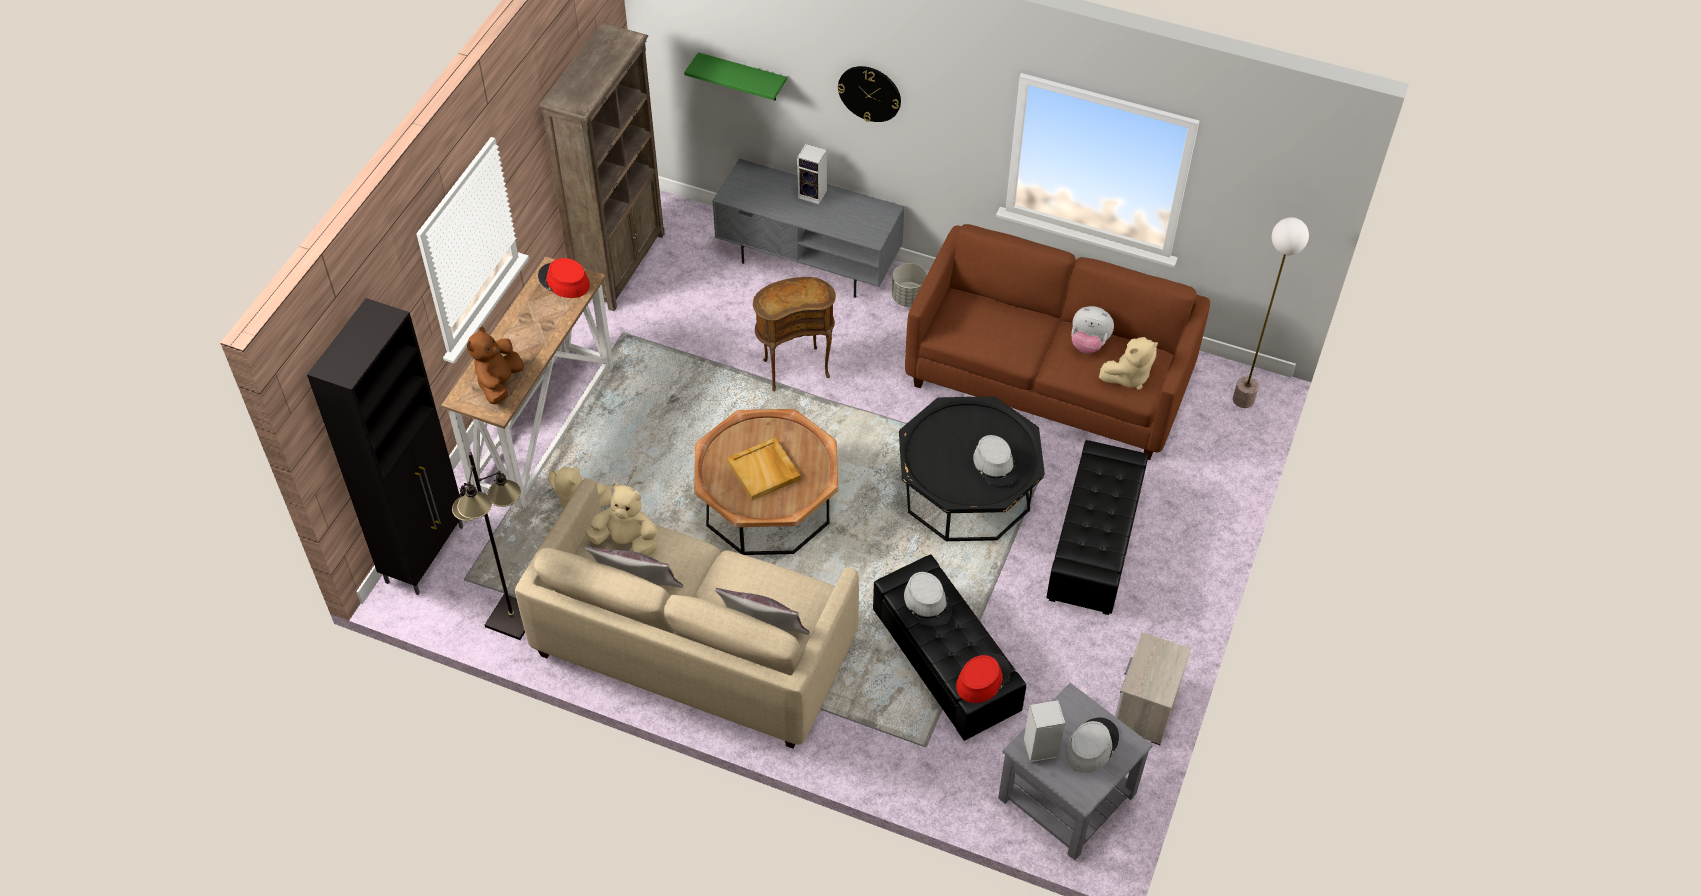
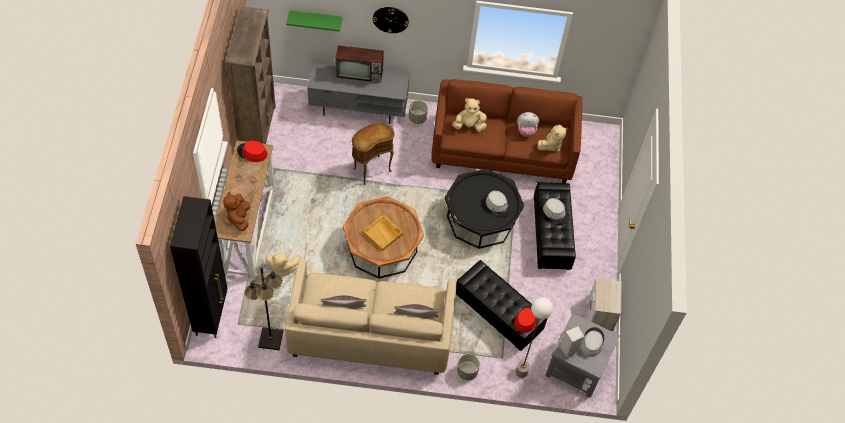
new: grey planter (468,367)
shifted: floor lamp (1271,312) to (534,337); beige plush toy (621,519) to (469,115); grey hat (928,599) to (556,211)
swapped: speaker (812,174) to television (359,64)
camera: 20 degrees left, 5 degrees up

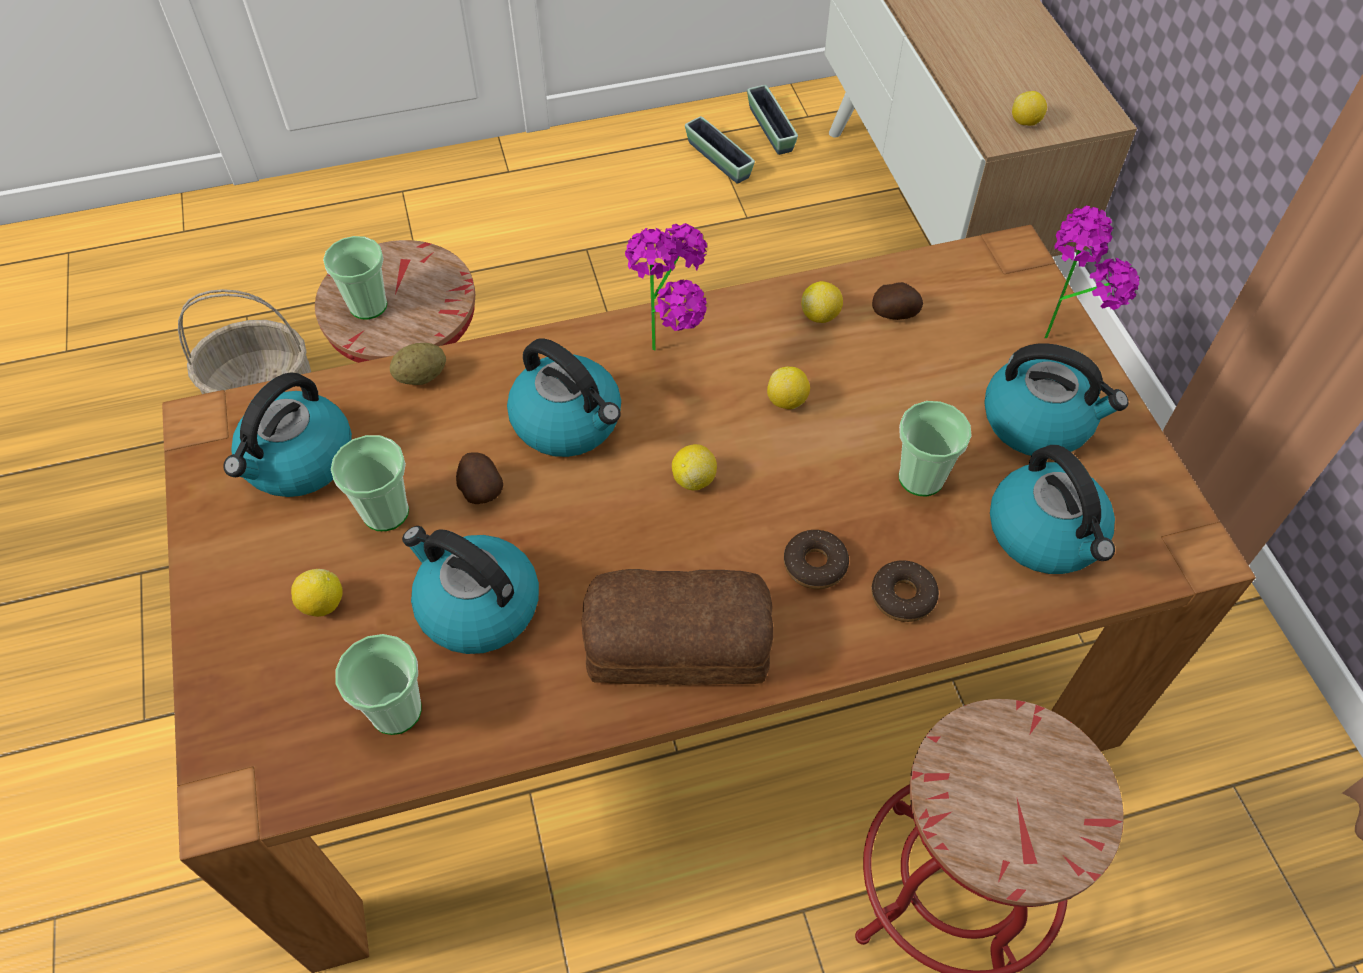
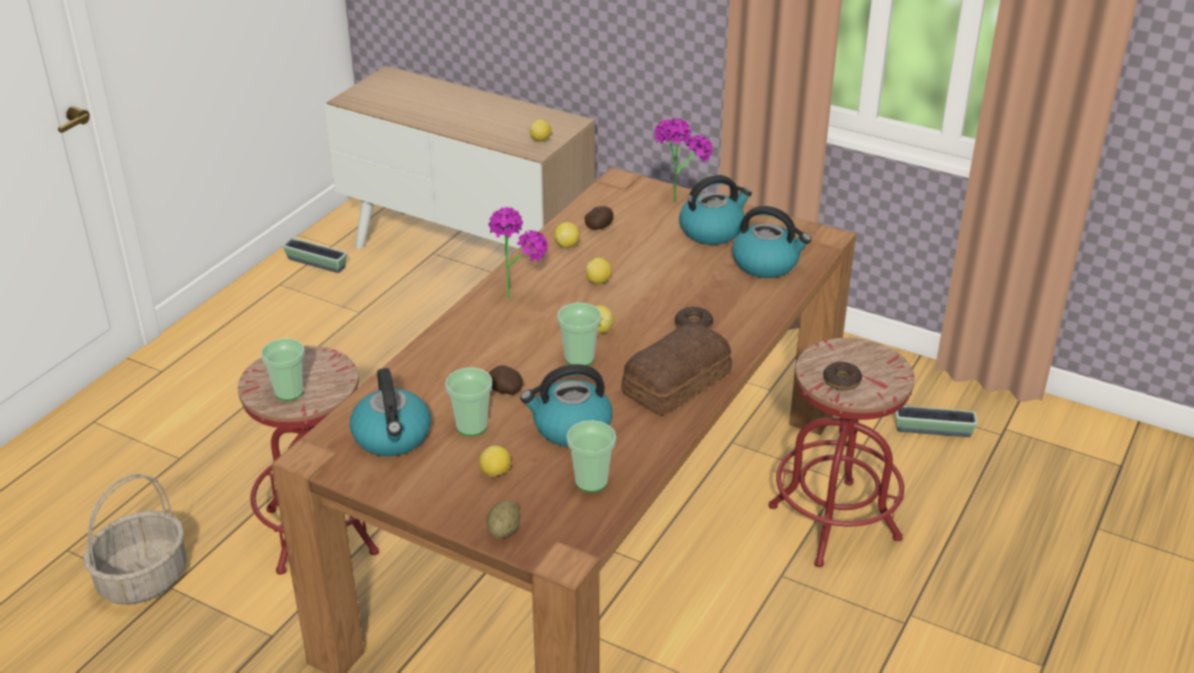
gone: kettle (564,397)
shifted: planter (720,150) to (936,421); potato (418,364) to (503,519); cup (935,448) to (579,334); donut (905,591) to (842,376)
camera: 45 degrees left, 20 degrees down

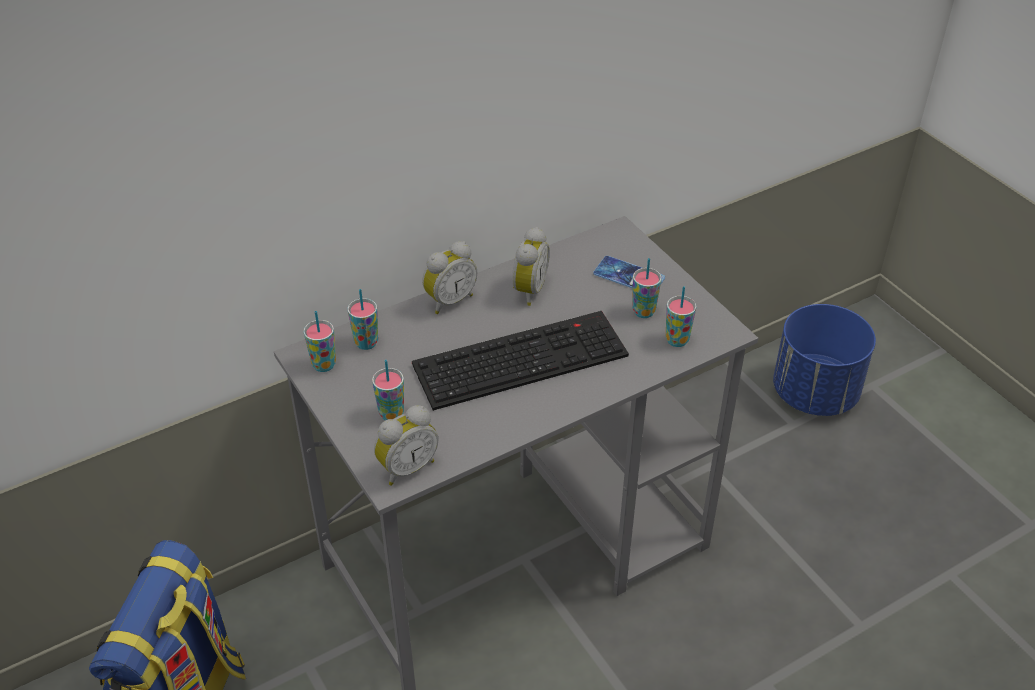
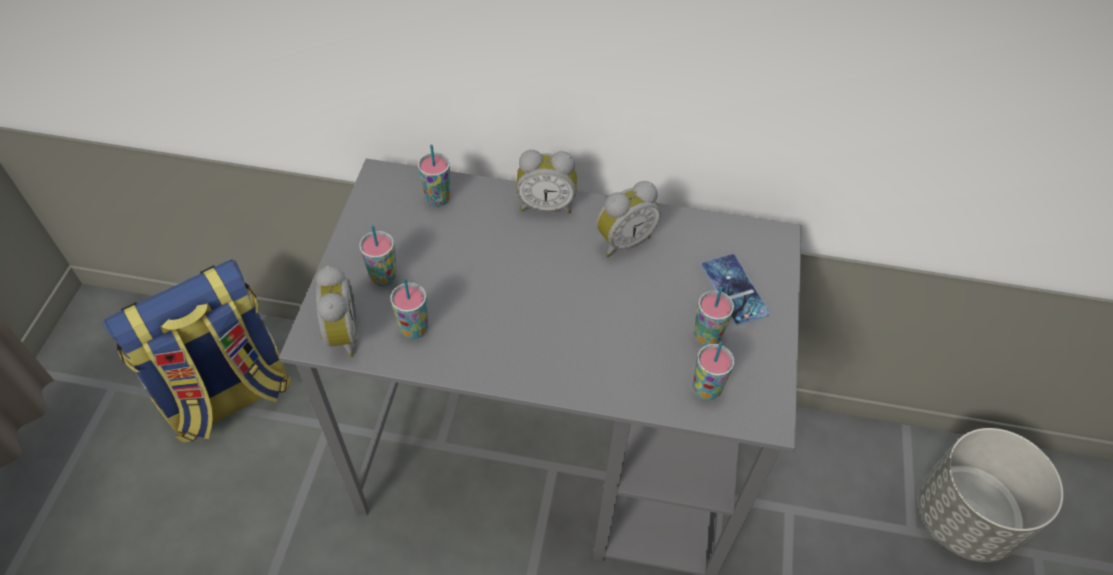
gone: keyboard (520,361)
shifted: cup (319,341) to (409,308)
repainted: blue planter (824,360) to grey planter (991,495)
rotated: alarm clock (406,445) = (337,311) 105 degrees counterclockwise
camera: 40 degrees right, 10 degrees up

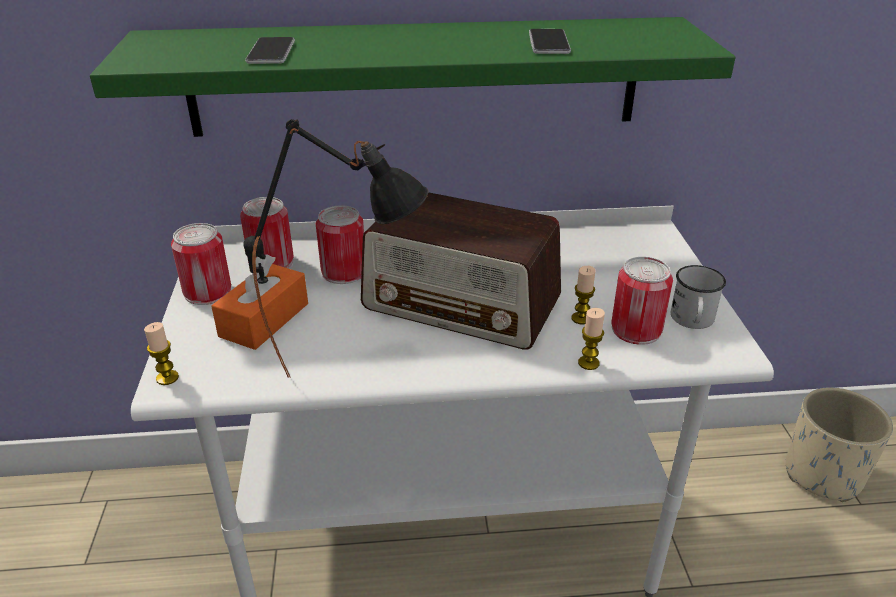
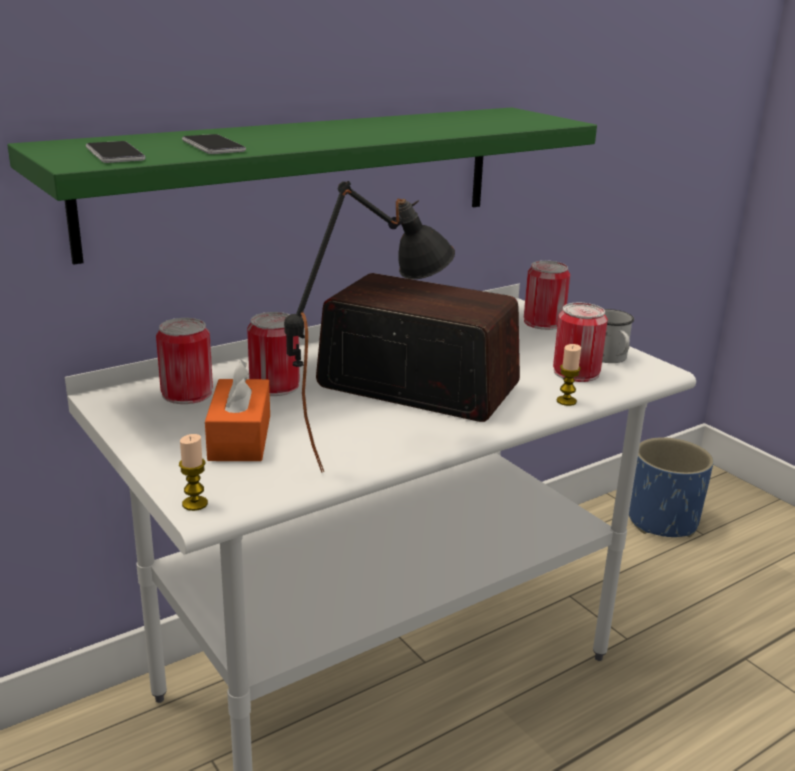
gone: candle (584,295)
shifted: phone (550,41) to (116,152); can (201,264) to (547,295)
repainted: beige planter (839,444) to blue planter (671,487)
rotated: radio (461,271) = (418,347) 150 degrees counterclockwise
camera: 30 degrees left, 10 degrees down

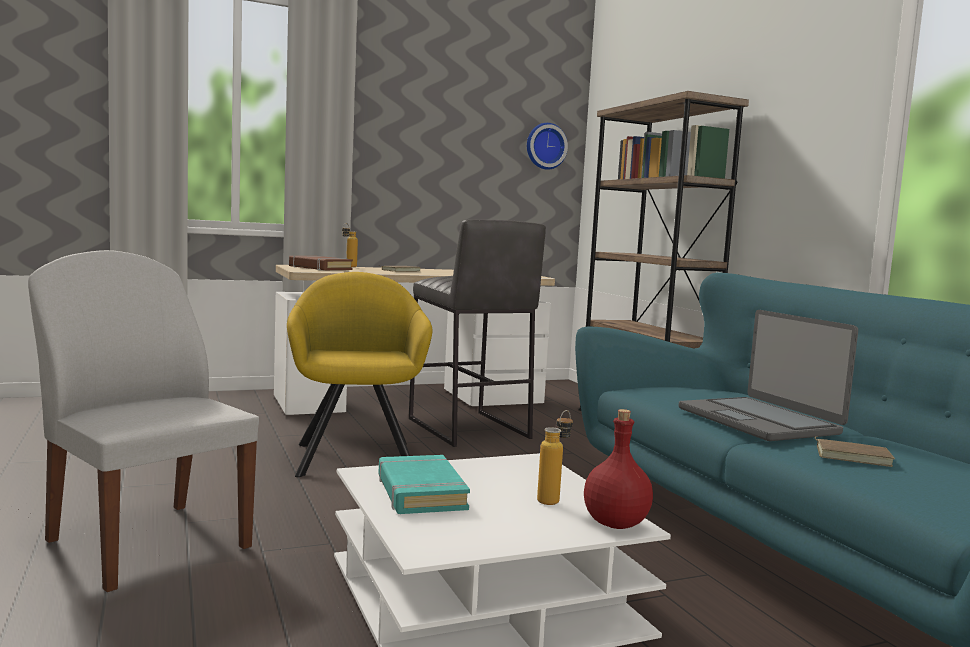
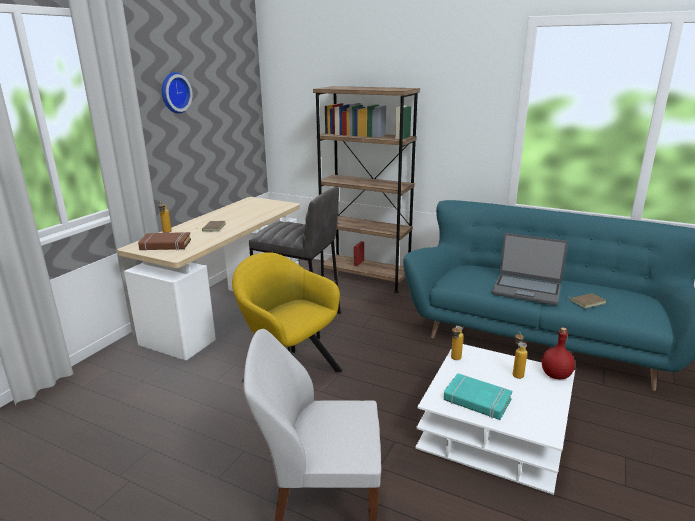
new: bottle (457,342)
shifted: wall clock (547,146) to (177,92)
camera: 40 degrees left, 15 degrees up

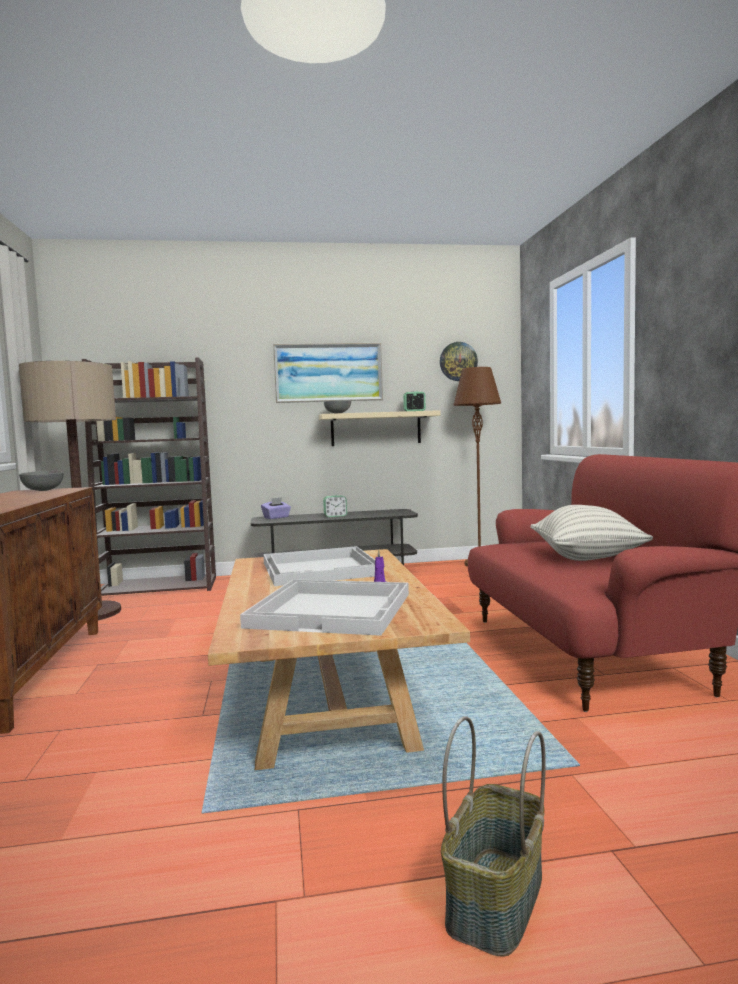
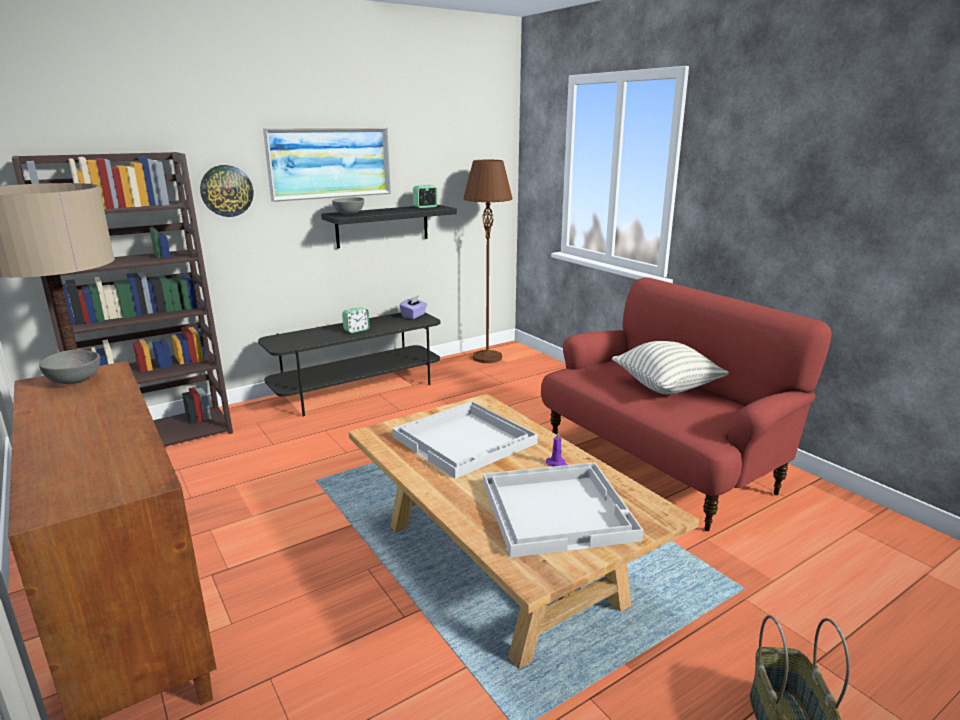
shifted: wall clock (459,361) to (227,191); purple tissue box (276,508) to (413,307)
repainted: beige shelf (380,428) to black shelf (389,227)
camera: 25 degrees left, 15 degrees up

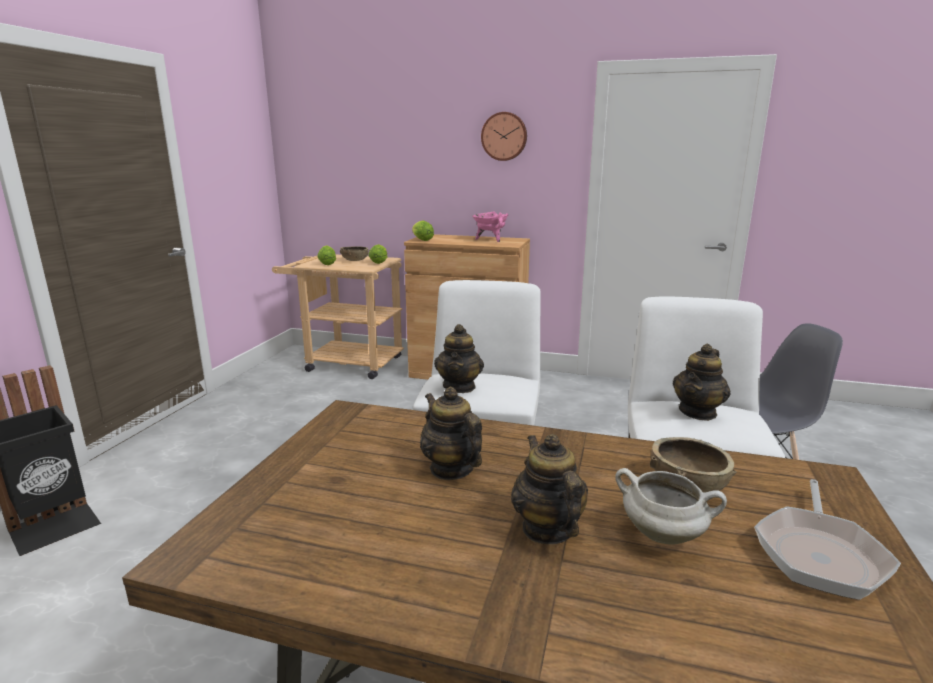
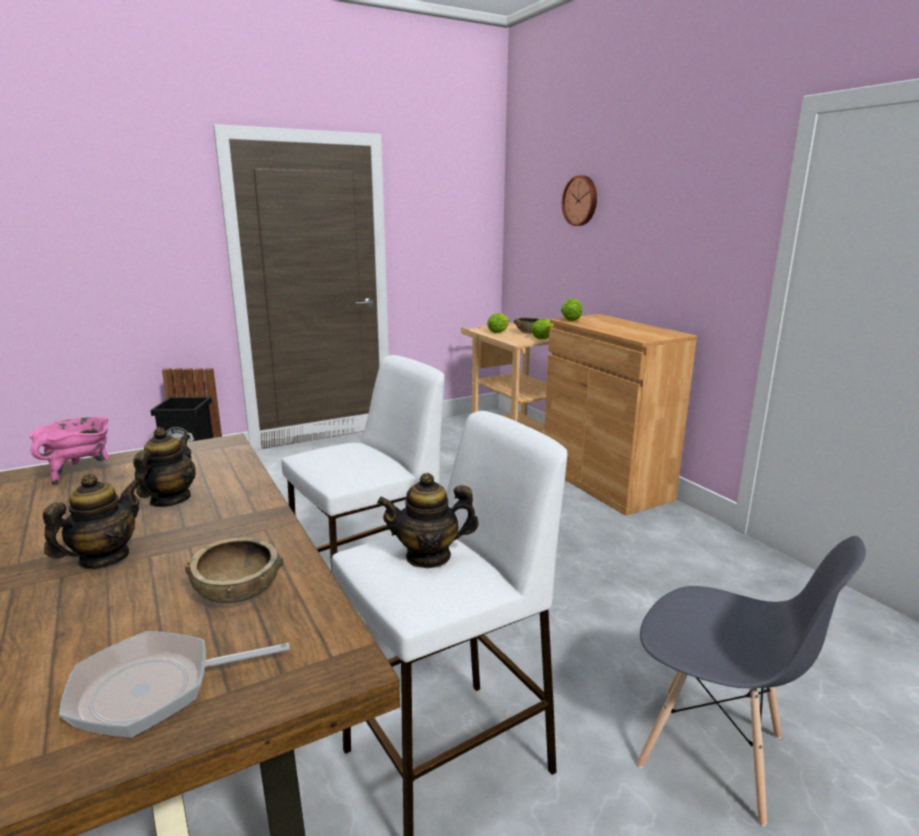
gone: teapot (459,358); white cooking pot (671,506)
shifted: wall clock (504,136) to (579,200); pink cooking pot (490,226) to (69,451)
camera: 45 degrees right, 0 degrees up

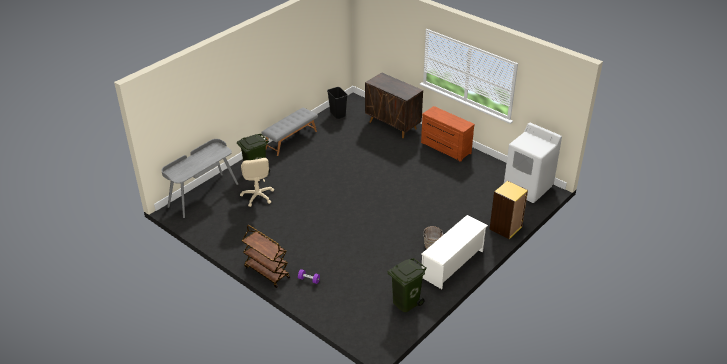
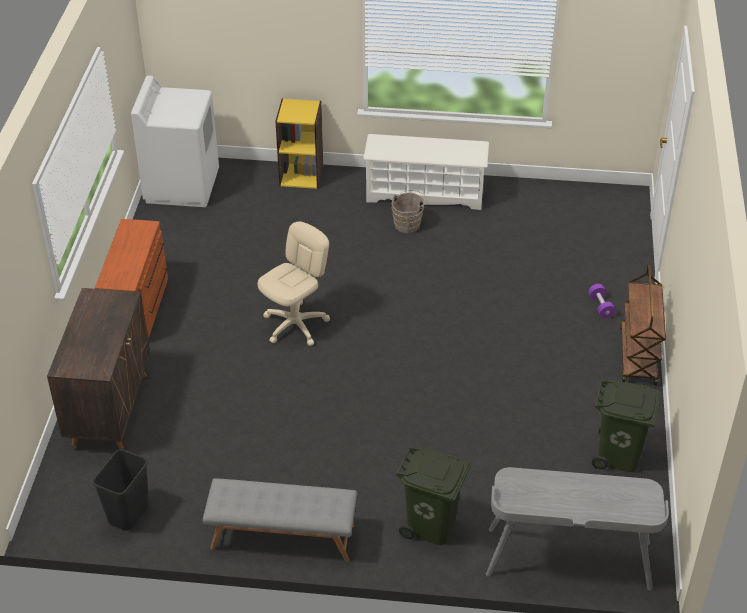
shifted: beige office chair (257,182) to (294,283); green trash can (407,285) to (626,426)
camera: 125 degrees left, 5 degrees up

